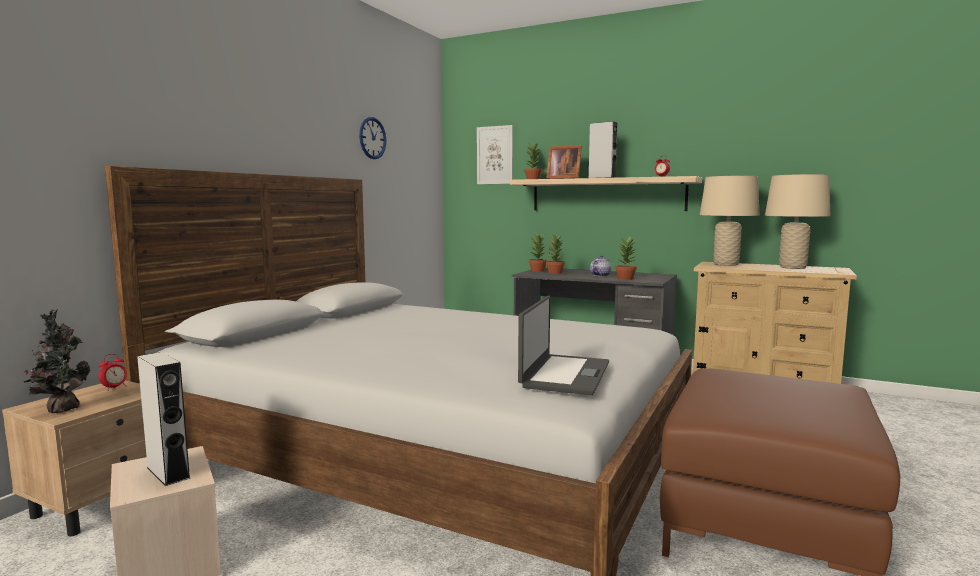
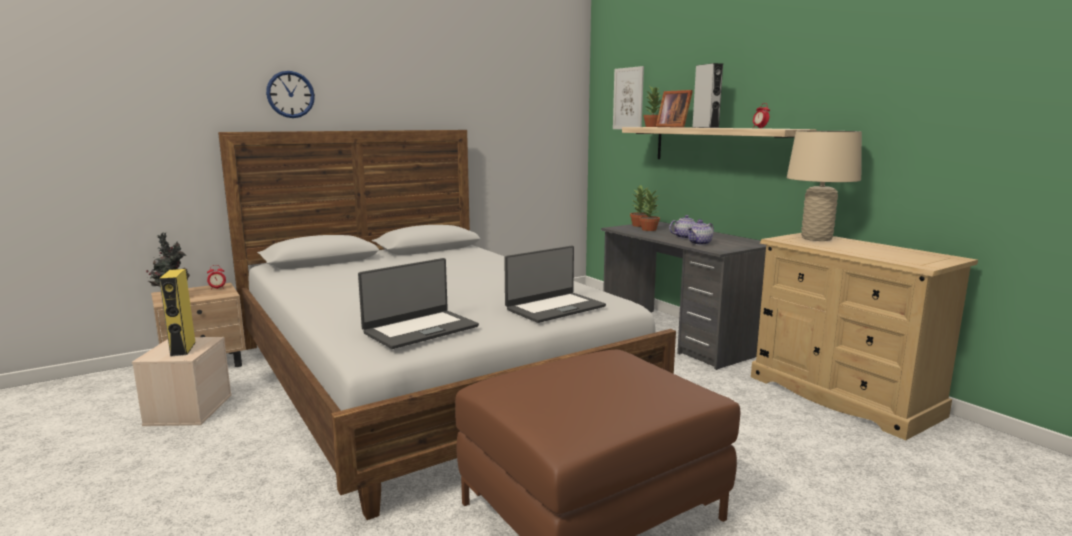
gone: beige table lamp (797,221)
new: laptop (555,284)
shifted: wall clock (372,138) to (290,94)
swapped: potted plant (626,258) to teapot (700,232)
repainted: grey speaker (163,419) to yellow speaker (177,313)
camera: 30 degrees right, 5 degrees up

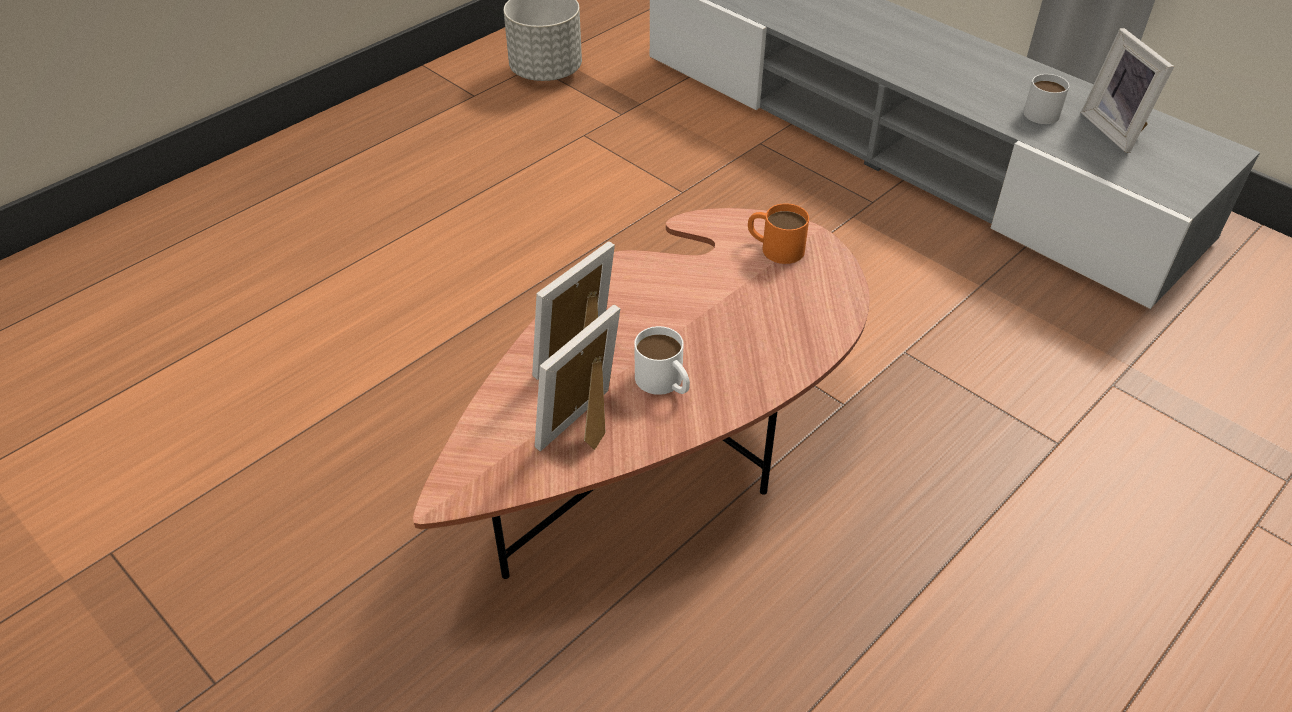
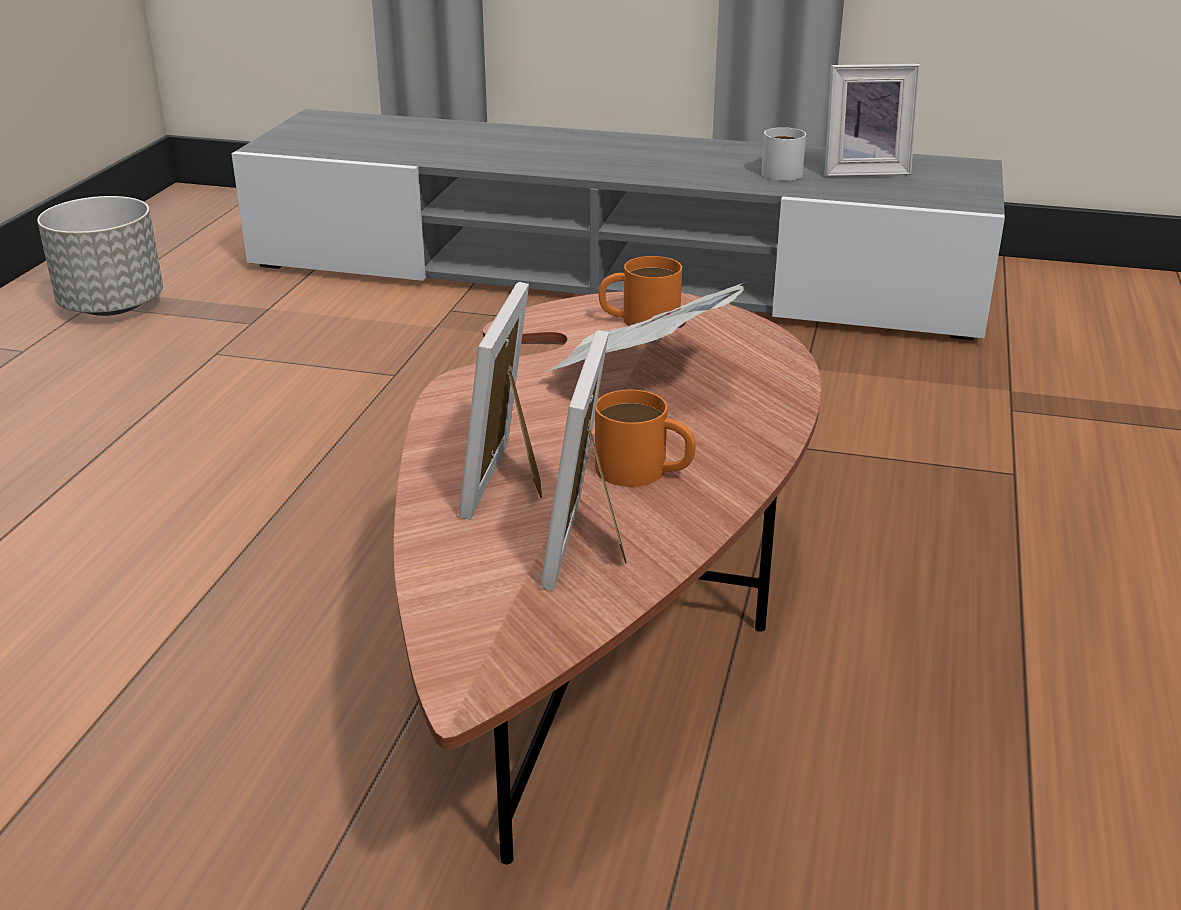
new: newspaper (646,327)
repainted: white mug (662,360) to orange mug (645,438)
rotated: picture frame (1127,90) = (872,120) 45 degrees counterclockwise
camera: 30 degrees left, 15 degrees down

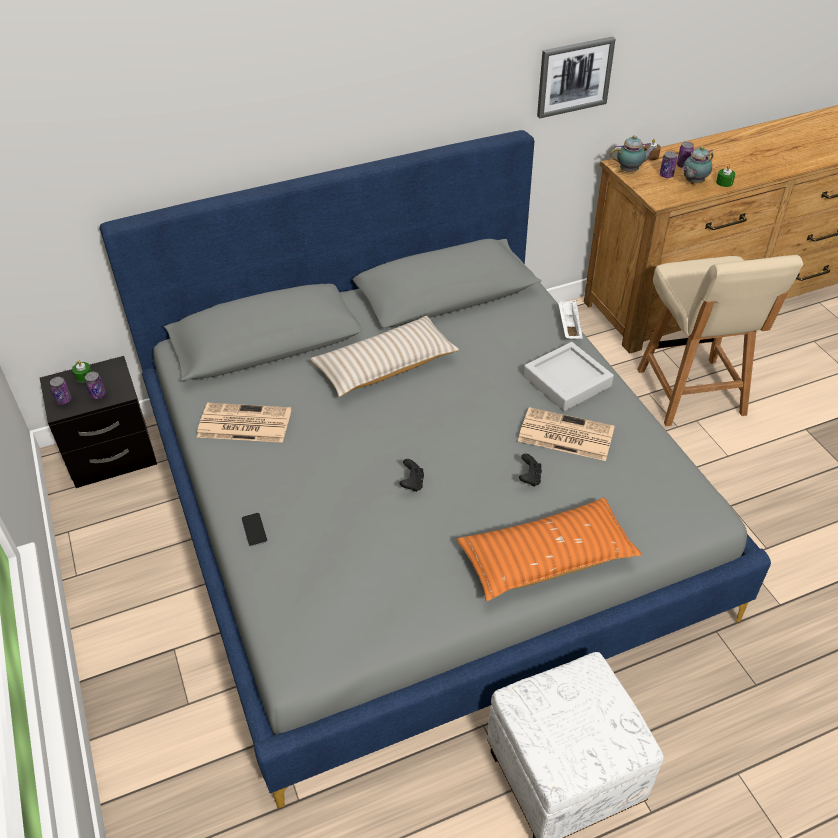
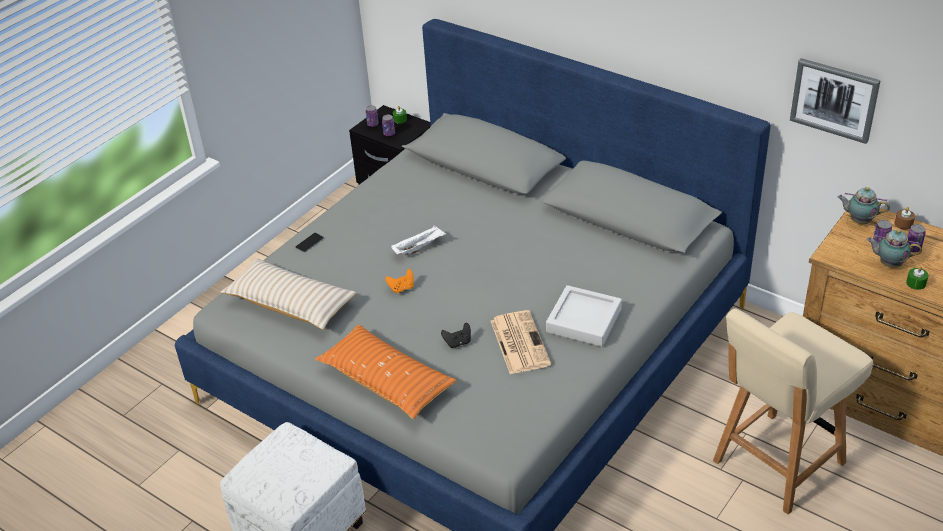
gone: newspaper (244,423)
shifted: white tray (570,319) to (418,240); beige pillow (385,356) to (288,293)
repainted: black game controller (412,475) to orange game controller (399,281)
rotated: teapot (633,153) = (864,205) 150 degrees clockwise
camera: 60 degrees right, 5 degrees down

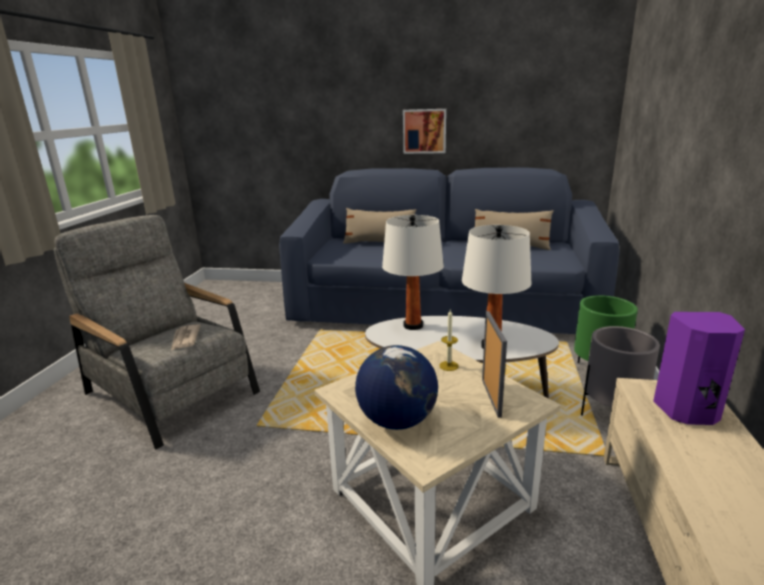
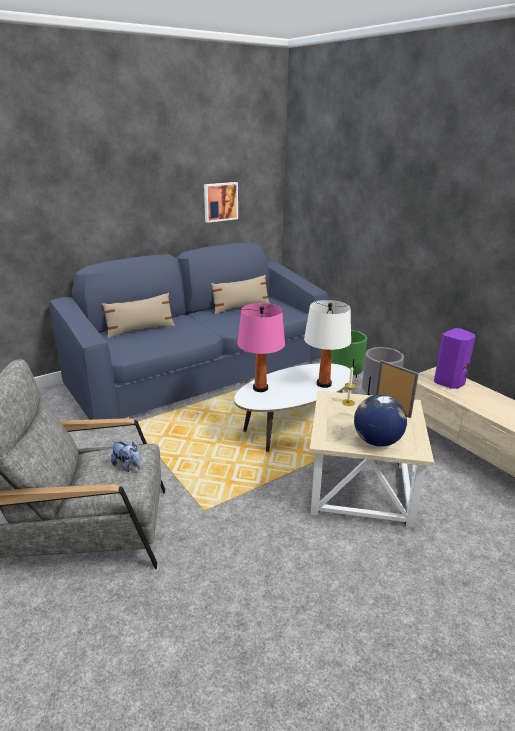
shifted: picture (424,131) to (221,202)
swapped: newspaper (186,337) to plush toy (126,456)
repainted: white table lamp (413,272) to pink table lamp (261,347)
camera: 45 degrees left, 5 degrees up

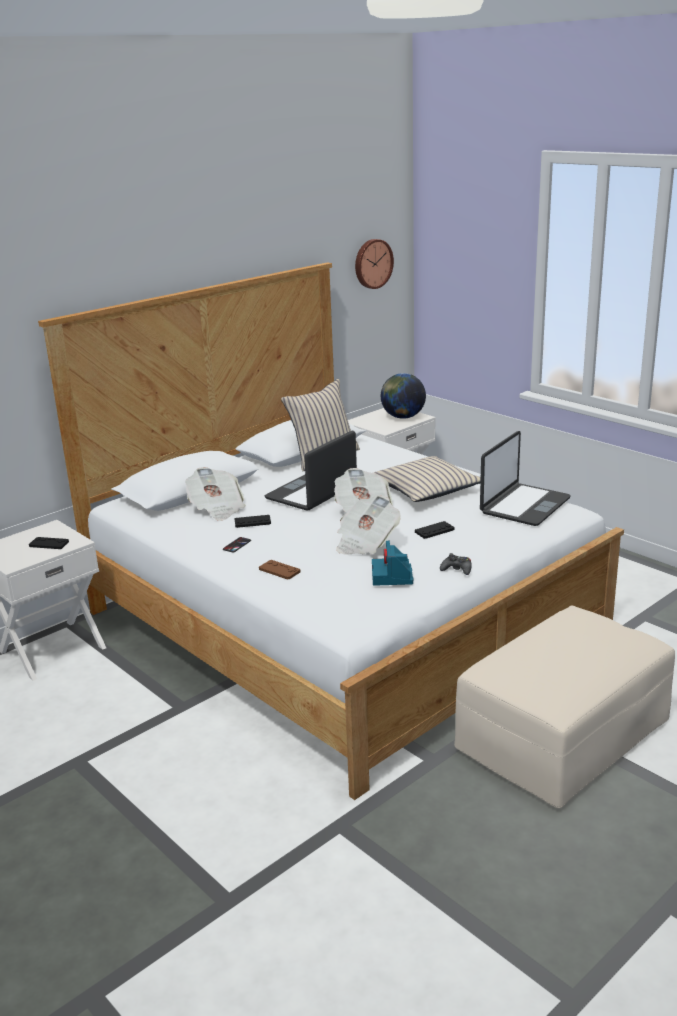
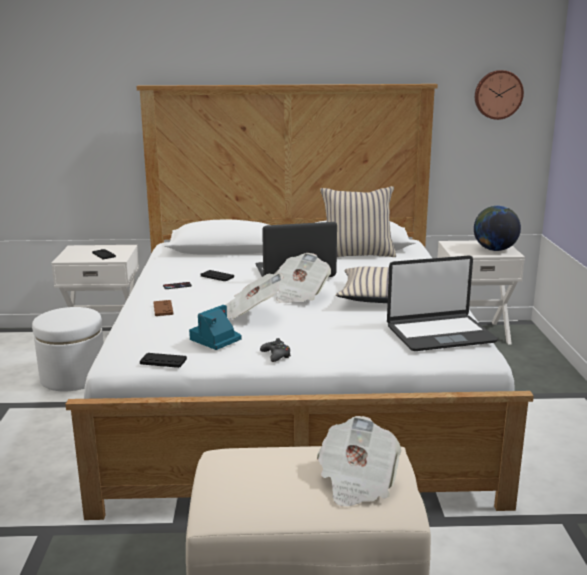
new: white ottoman (68,349)
shifted: newspaper (215,494) to (359,461); black game controller (435,530) to (163,360)
camera: 40 degrees right, 5 degrees down

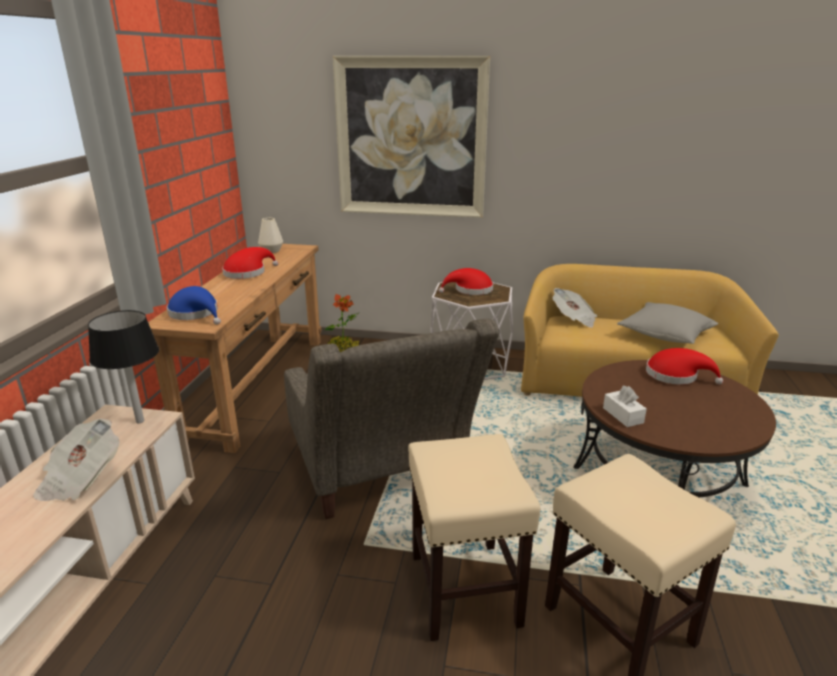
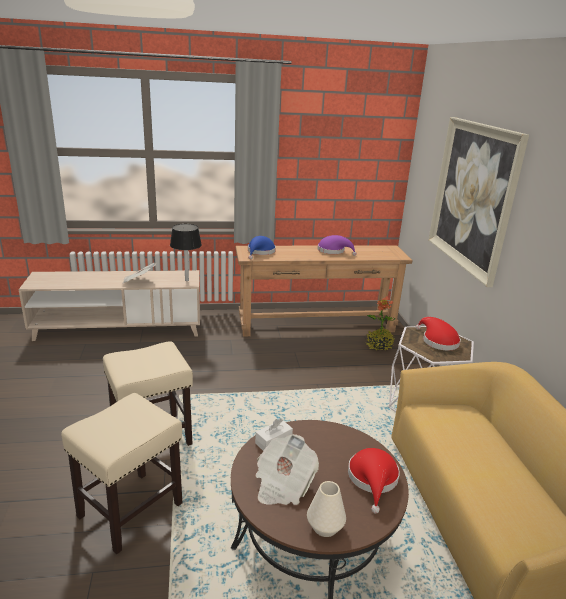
gone: grey pillow (667,323); grey armchair (392,419)
shifted: white vase (270,235) to (326,509); newspaper (574,308) to (287,469)
repainted: red hat (250,263) to purple hat (337,245)
camera: 70 degrees right, 0 degrees up

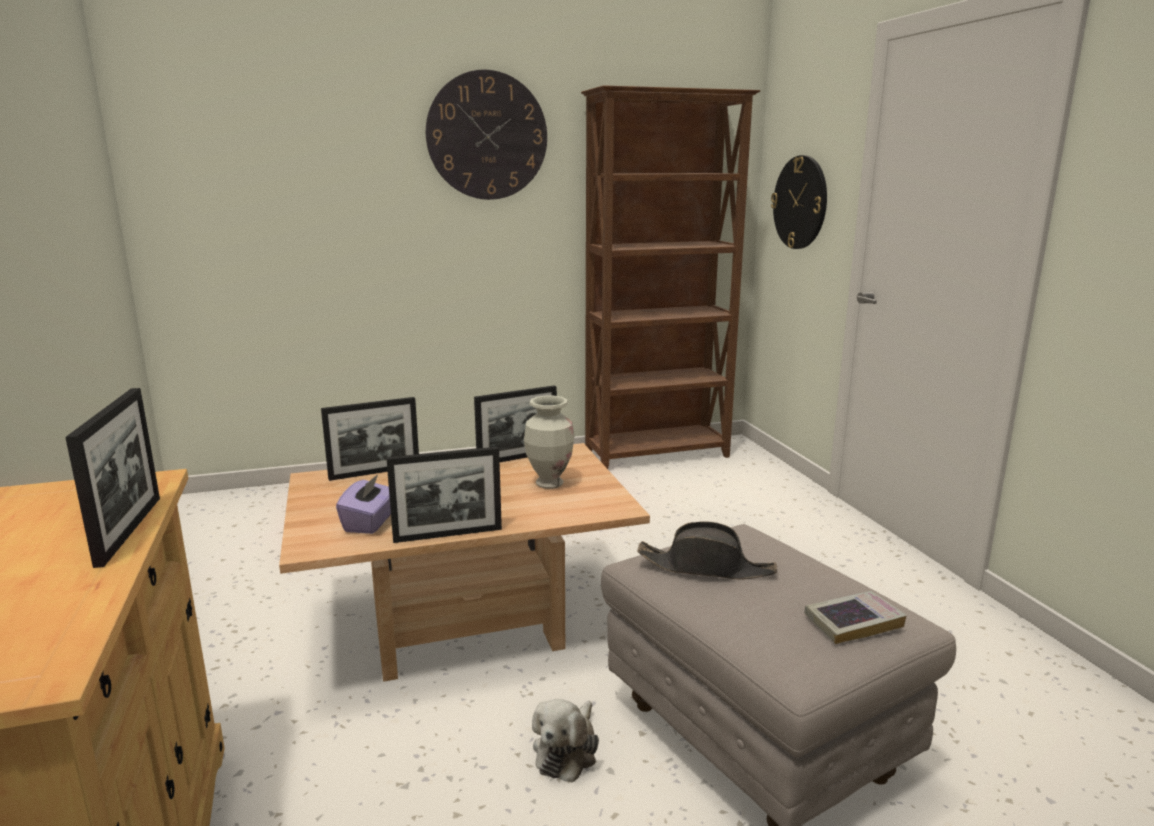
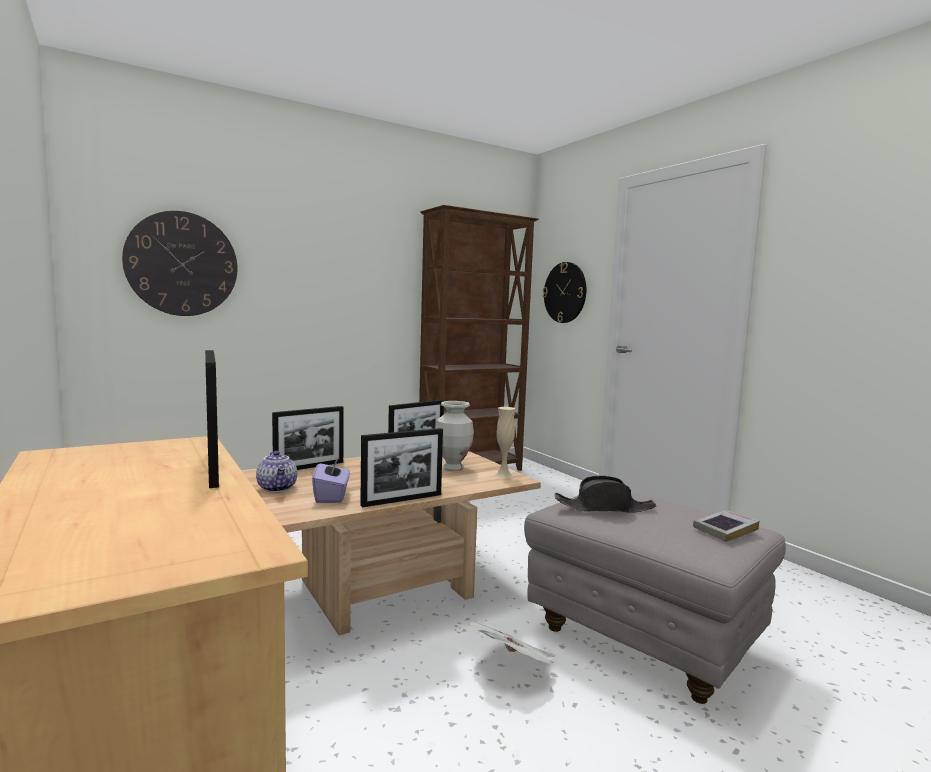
new: beige vase (504,443); teapot (276,471)
shifted: wall clock (486,135) to (180,263)
swapped: plush toy (565,741) to newspaper (512,643)
camera: 15 degrees left, 10 degrees down

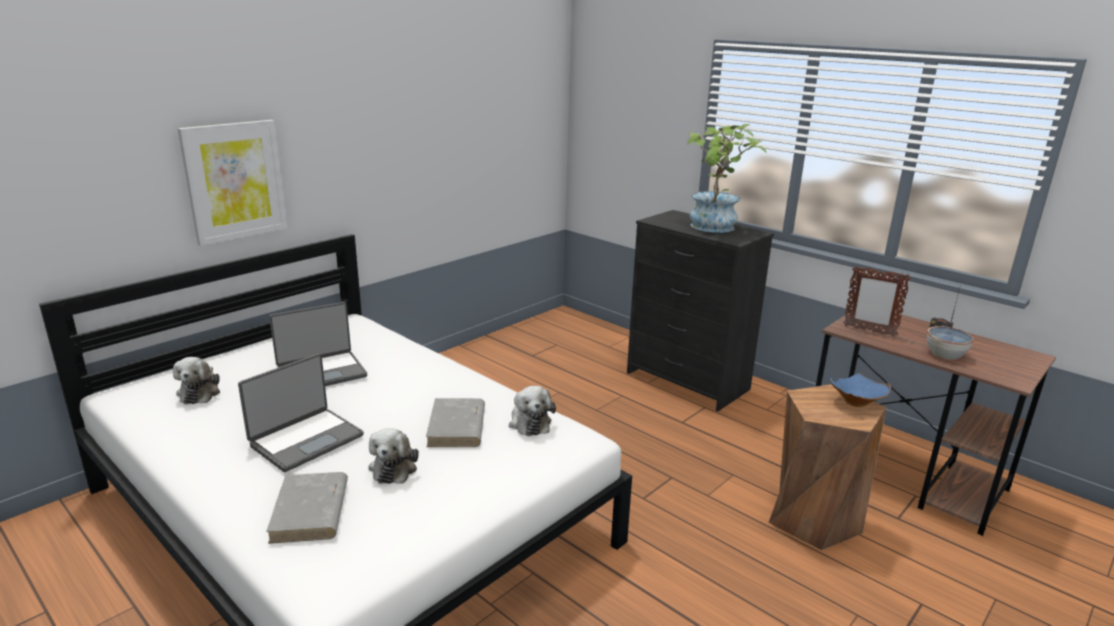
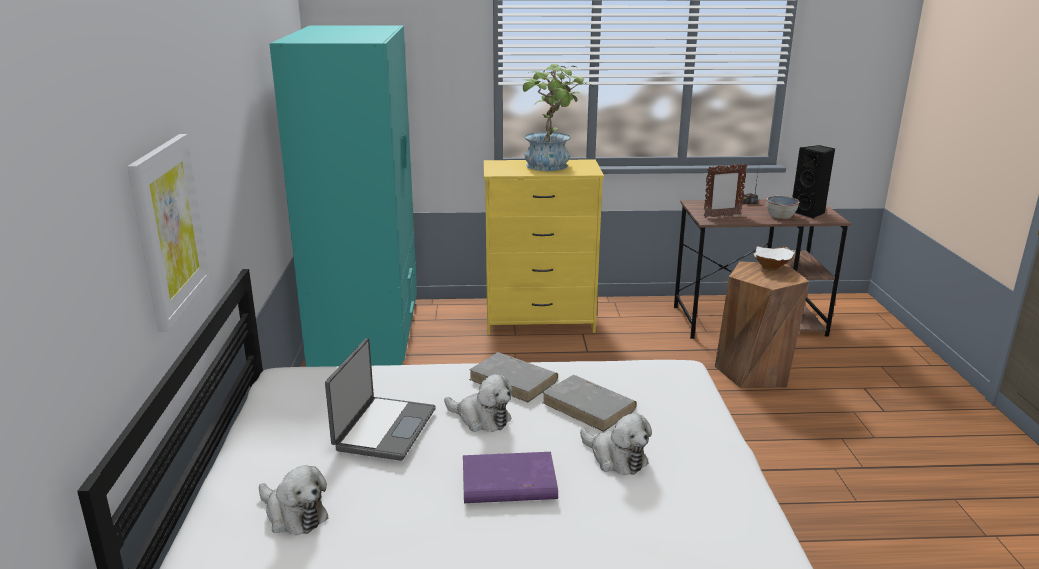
new: turquoise wardrobe (343,196); black speaker (813,182)
shifted: plush toy (532,411) to (478,403); grey book (307,508) to (513,377)
swapped: laptop (301,412) to purple book (510,477)
repainted: black dresser (700,310) to yellow dresser (544,247); blue bowl (860,390) to white bowl (774,258)
camera: 45 degrees left, 0 degrees up

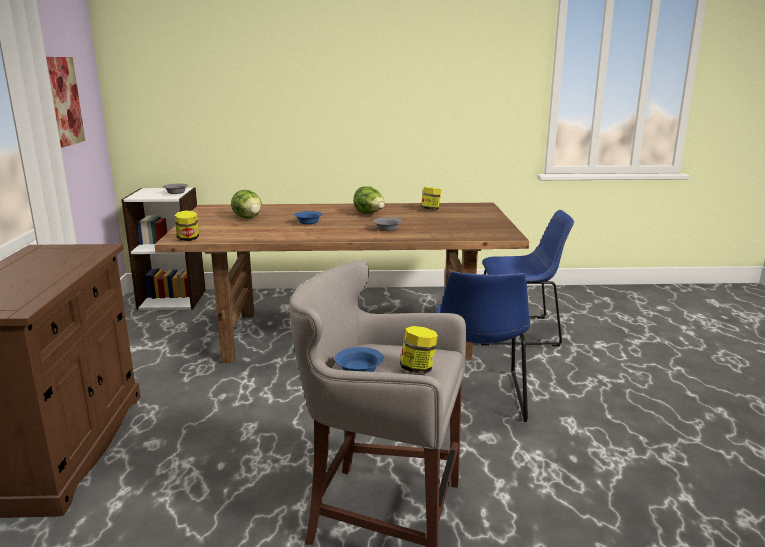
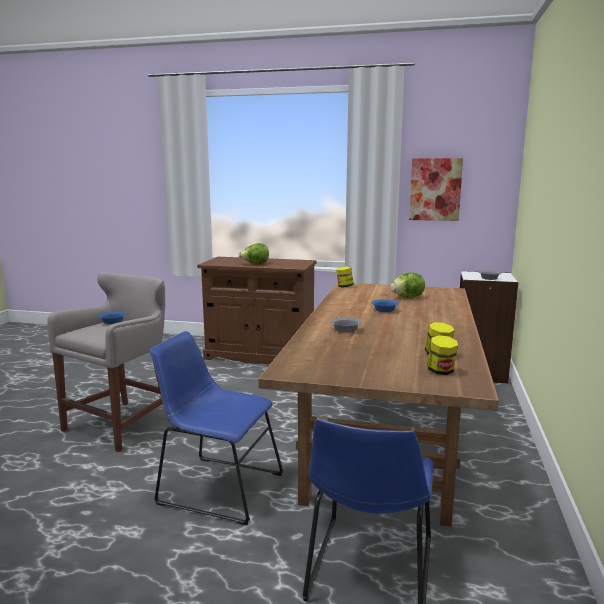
shifted: lettuce (369,200) to (253,253); jar (419,350) to (442,355)
camera: 105 degrees right, 5 degrees down

